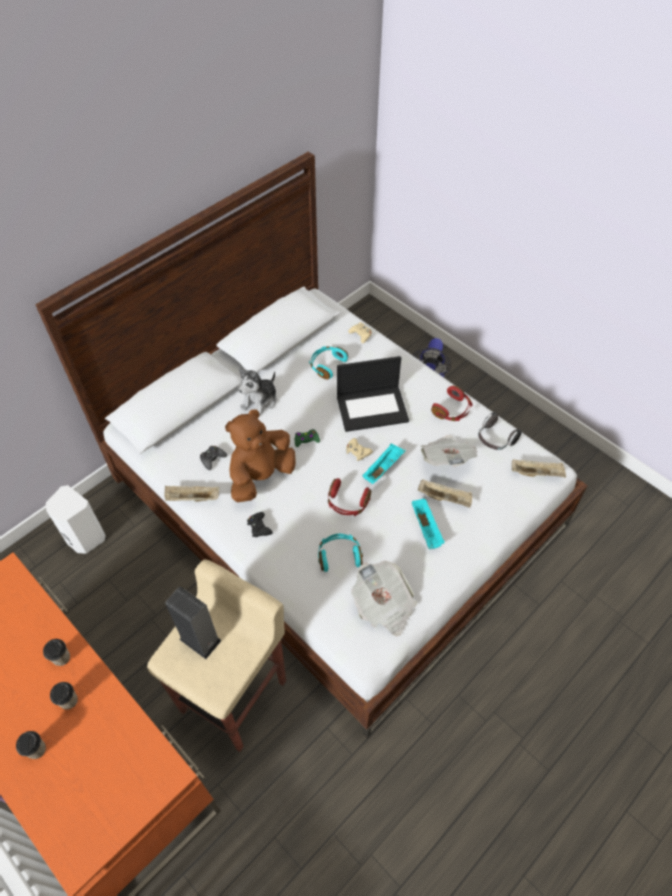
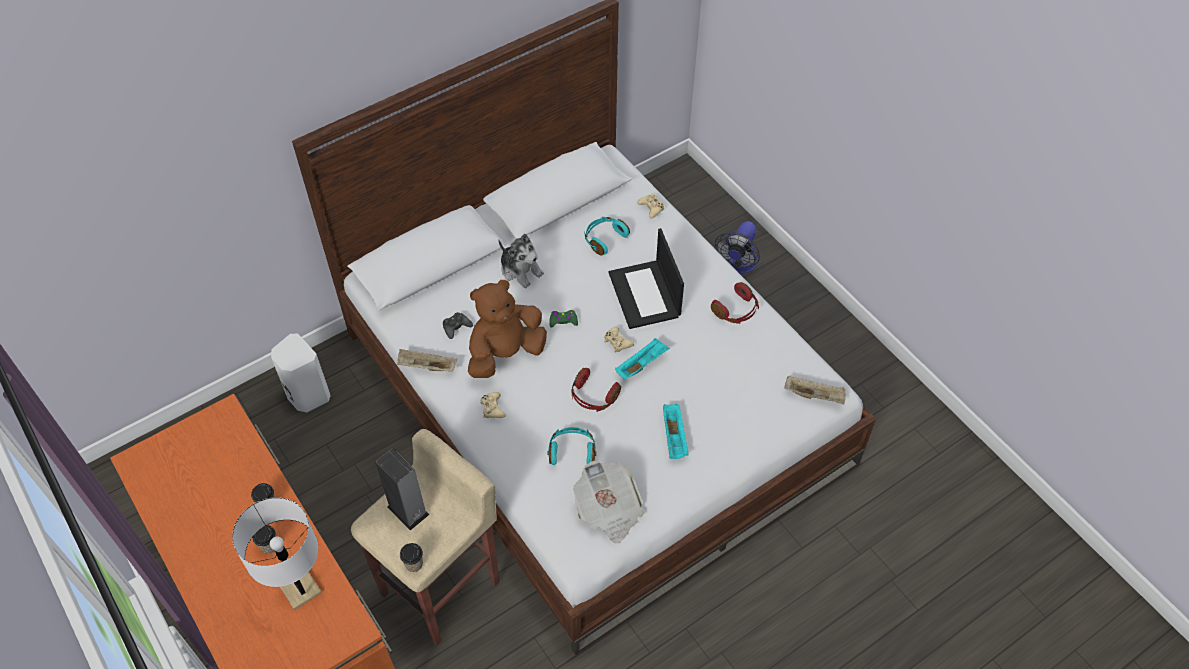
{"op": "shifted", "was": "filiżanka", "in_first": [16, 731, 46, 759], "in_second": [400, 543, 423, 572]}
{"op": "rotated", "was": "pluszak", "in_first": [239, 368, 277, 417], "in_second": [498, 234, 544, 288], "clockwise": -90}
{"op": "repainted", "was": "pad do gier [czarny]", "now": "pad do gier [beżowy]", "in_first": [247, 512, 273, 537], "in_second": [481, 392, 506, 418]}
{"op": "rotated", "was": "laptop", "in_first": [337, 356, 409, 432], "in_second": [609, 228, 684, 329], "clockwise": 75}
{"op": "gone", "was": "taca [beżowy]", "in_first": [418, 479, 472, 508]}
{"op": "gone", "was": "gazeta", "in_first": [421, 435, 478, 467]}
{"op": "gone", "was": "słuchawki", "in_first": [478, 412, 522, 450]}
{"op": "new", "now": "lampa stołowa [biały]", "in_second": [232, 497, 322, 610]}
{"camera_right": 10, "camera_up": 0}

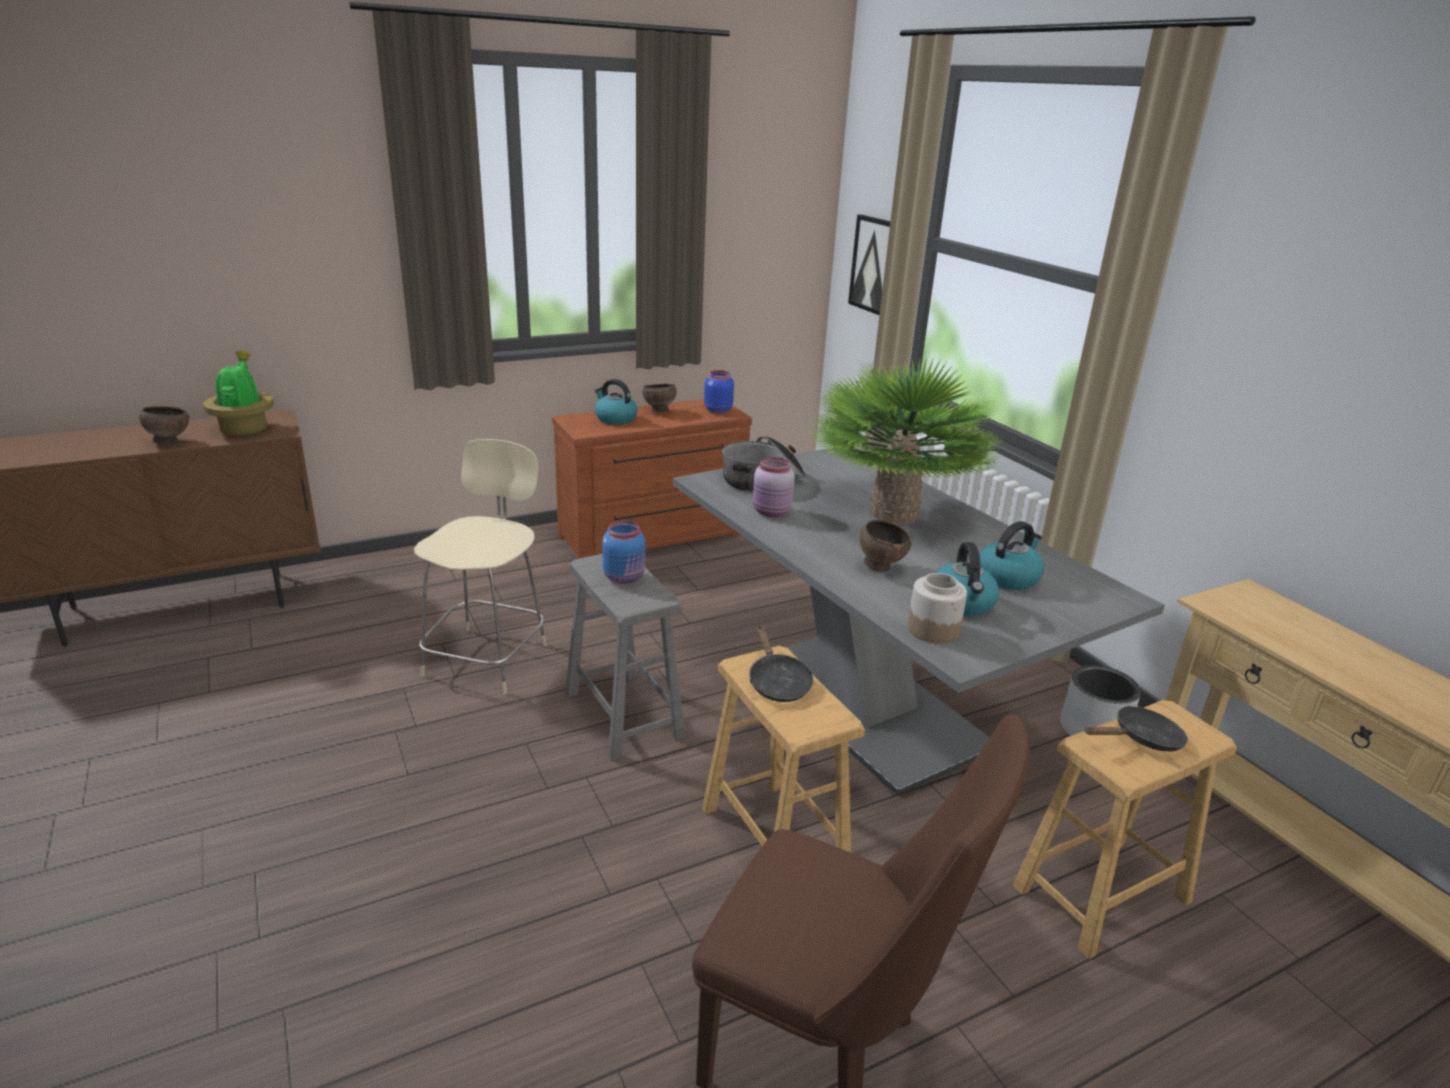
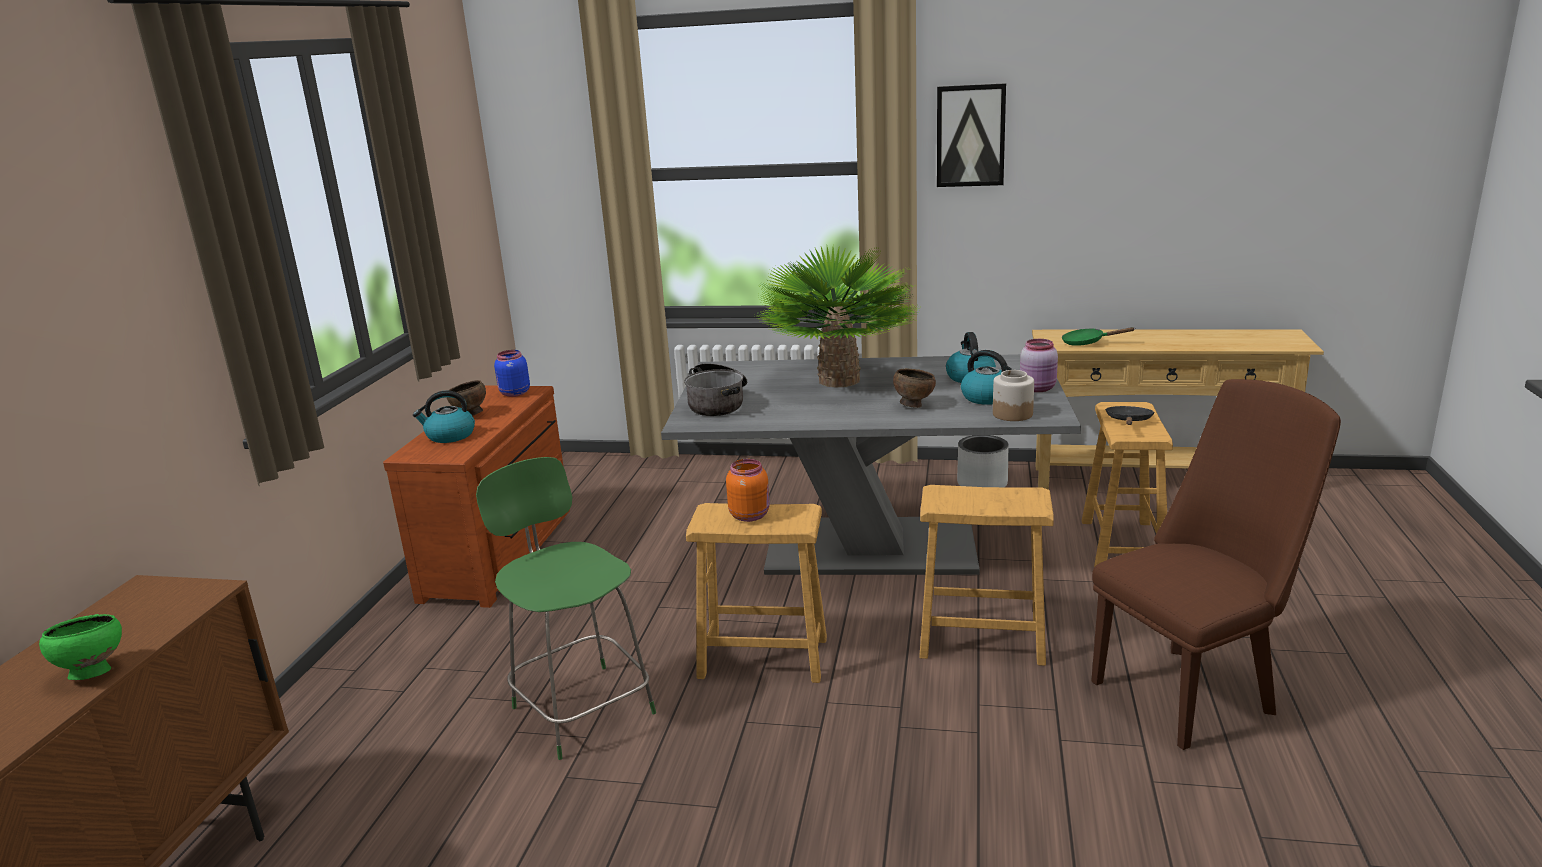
{"op": "repainted", "was": "miska [brązowy]", "now": "miska [zielony]", "in_first": [139, 406, 189, 445], "in_second": [39, 614, 122, 680]}
{"op": "gone", "was": "roślina doniczkowa", "in_first": [203, 351, 274, 436]}
{"op": "repainted", "was": "krzesło [beżowy]", "now": "krzesło [zielony]", "in_first": [414, 439, 547, 694], "in_second": [476, 457, 656, 760]}
{"op": "repainted", "was": "stołek [szary]", "now": "stołek [brązowy]", "in_first": [565, 554, 686, 761], "in_second": [686, 503, 827, 683]}
{"op": "repainted", "was": "słoik [niebieski]", "now": "słoik [pomarańczowy]", "in_first": [602, 521, 645, 584], "in_second": [726, 459, 770, 522]}
{"op": "gone", "was": "patelnia [czarny]", "in_first": [749, 624, 813, 702]}
{"op": "shifted", "was": "słoik [różowy]", "in_first": [753, 457, 795, 517], "in_second": [1020, 339, 1058, 392]}
{"op": "shifted", "was": "obraz", "in_first": [848, 214, 890, 315], "in_second": [937, 83, 1006, 187]}
{"op": "new", "now": "patelnia [zielony]", "in_second": [1062, 327, 1134, 346]}
{"camera_right": -50, "camera_up": -5}

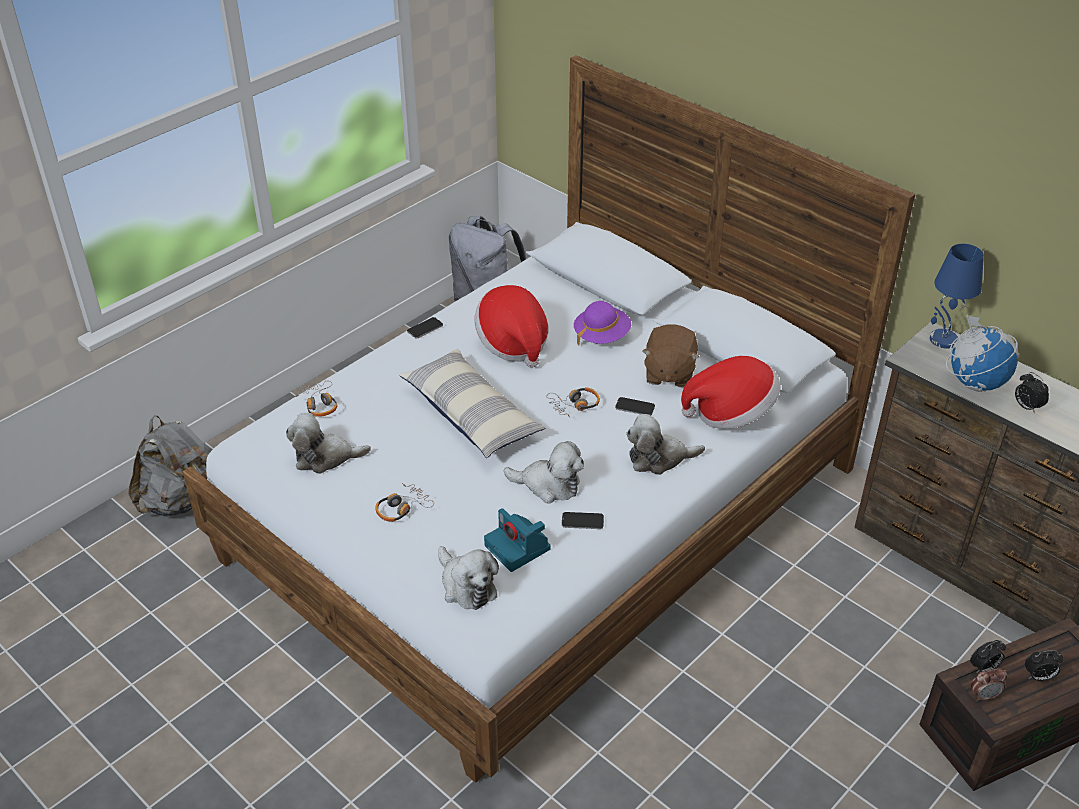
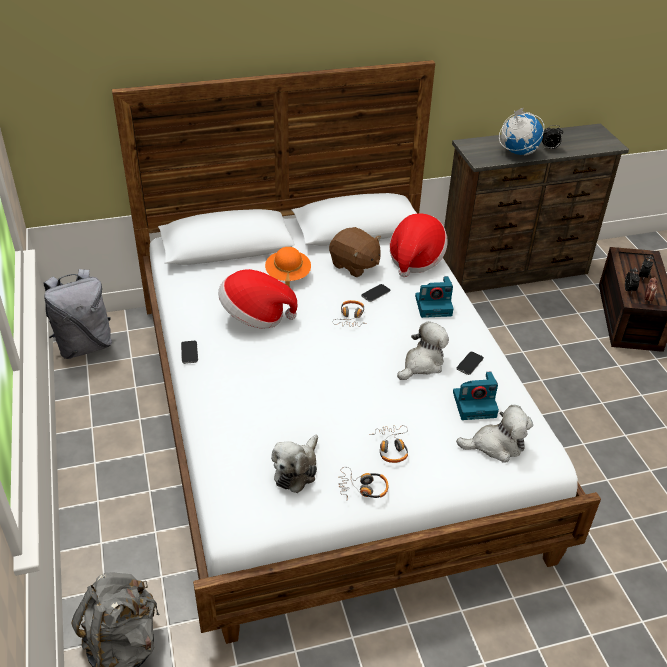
{"op": "shifted", "was": "słuchawki", "in_first": [294, 381, 337, 417], "in_second": [339, 467, 388, 499]}
{"op": "gone", "was": "poduszka", "in_first": [399, 349, 545, 458]}
{"op": "repainted", "was": "kapelusz [fioletowy]", "now": "kapelusz [pomarańczowy]", "in_first": [574, 301, 631, 346], "in_second": [265, 247, 311, 287]}
{"op": "swapped", "was": "pluszak", "now": "aparat fotograficzny", "in_first": [626, 414, 705, 475], "in_second": [415, 276, 454, 318]}
{"op": "gone", "was": "lampa stołowa [niebieski]", "in_first": [930, 244, 984, 348]}
{"camera_right": -60, "camera_up": 0}

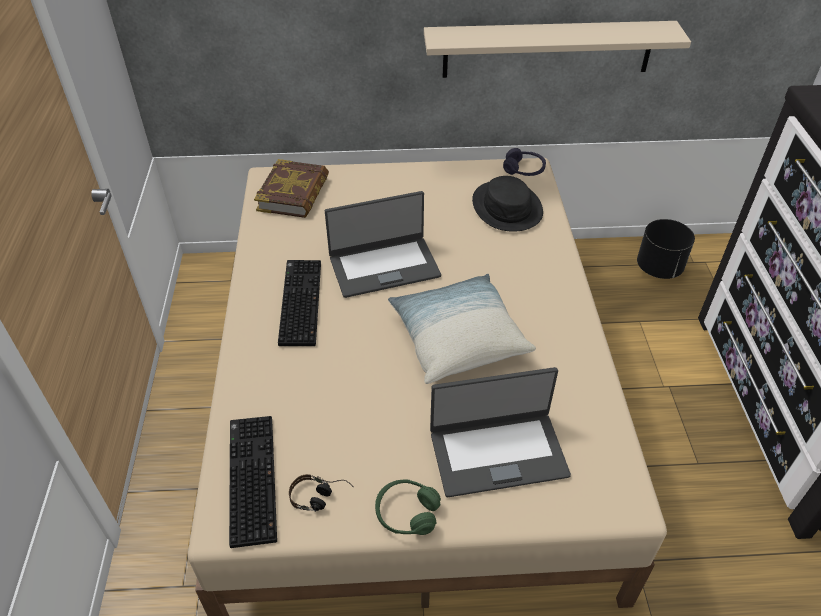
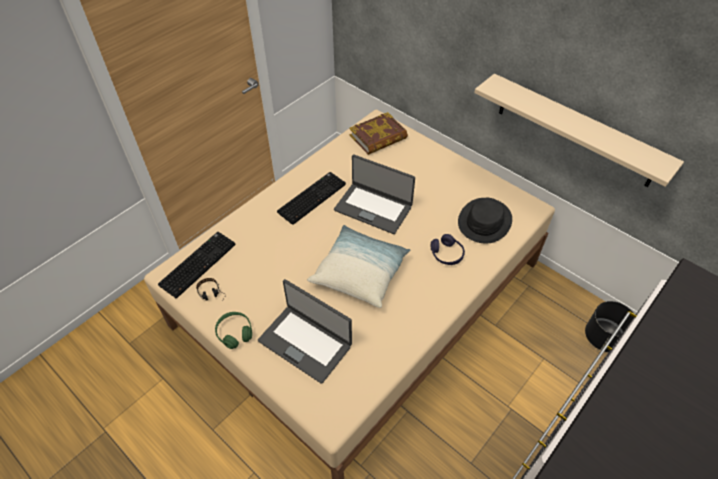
{"op": "shifted", "was": "słuchawki [fioletowy]", "in_first": [503, 148, 546, 176], "in_second": [431, 234, 465, 265]}
{"camera_right": 45, "camera_up": 5}

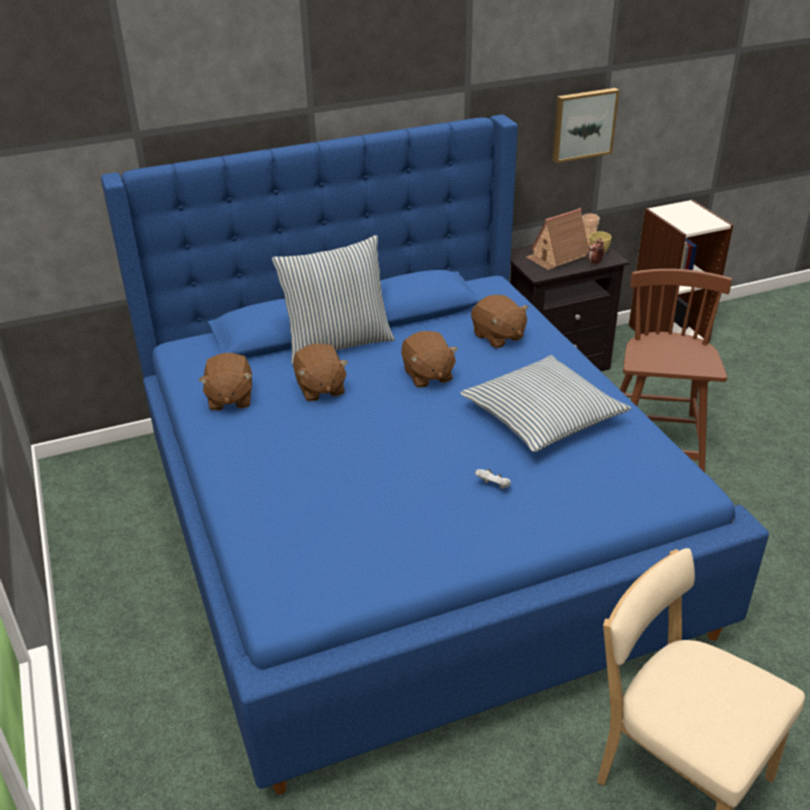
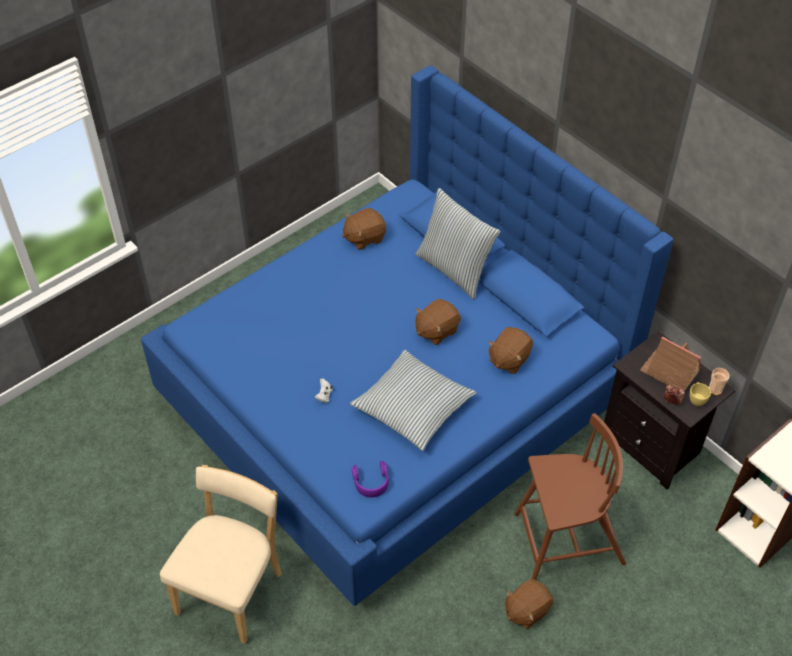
{"op": "shifted", "was": "pluszak [brązowy]", "in_first": [293, 343, 348, 402], "in_second": [505, 579, 553, 629]}
{"op": "gone", "was": "obraz", "in_first": [552, 88, 619, 163]}
{"op": "new", "now": "słuchawki [fioletowy]", "in_second": [352, 461, 389, 497]}
{"camera_right": 70, "camera_up": 15}

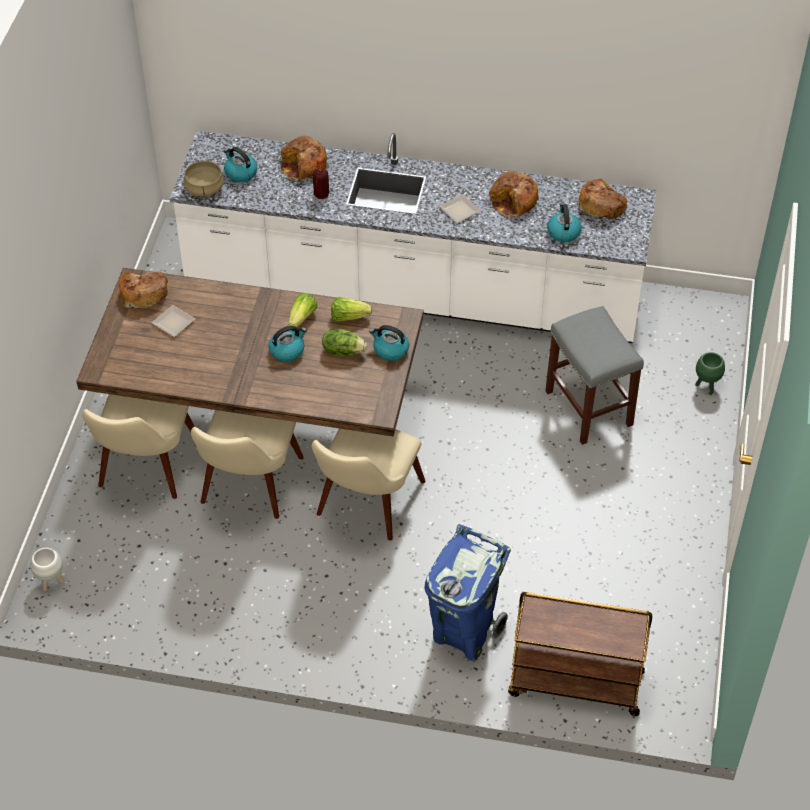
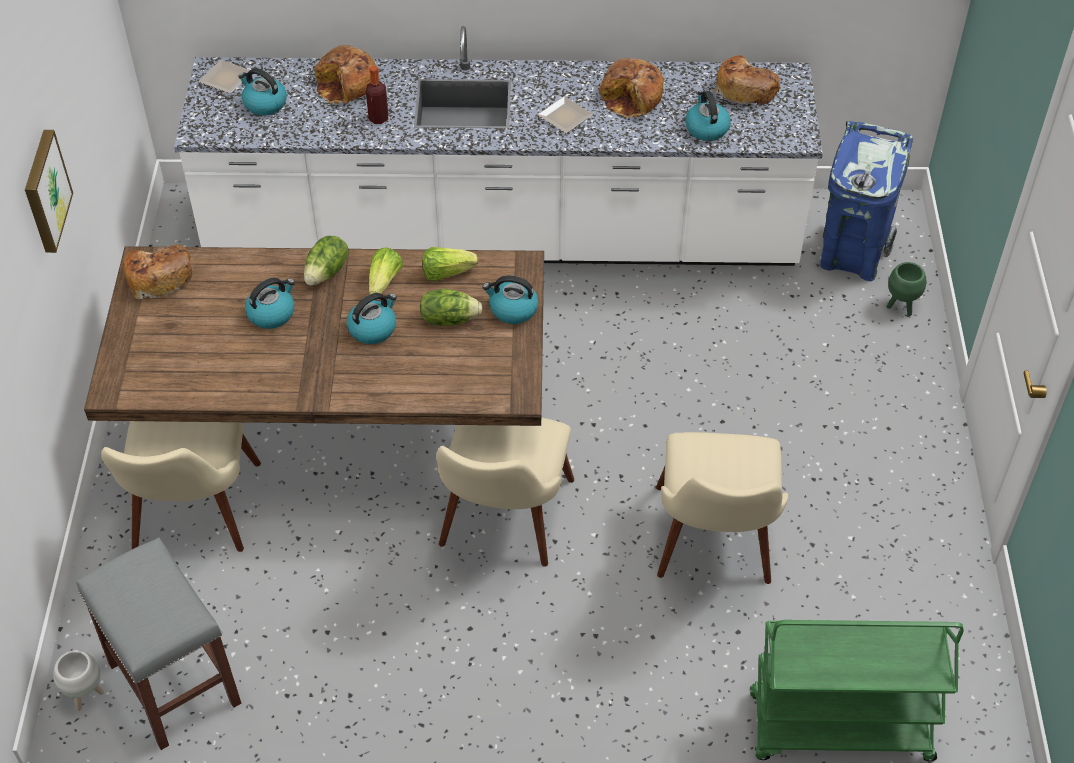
{"op": "shifted", "was": "talerz", "in_first": [152, 305, 195, 337], "in_second": [198, 60, 250, 94]}
{"op": "gone", "was": "garnek [beżowy]", "in_first": [183, 160, 224, 197]}
{"op": "shifted", "was": "krzesło [beżowy]", "in_first": [191, 410, 304, 519], "in_second": [656, 432, 788, 584]}
{"op": "shifted", "was": "kosz na śmieci [niebieski]", "in_first": [424, 524, 511, 661], "in_second": [820, 121, 913, 281]}
{"op": "repainted", "was": "wózek [brązowy]", "now": "wózek [zielony]", "in_first": [508, 592, 652, 716], "in_second": [750, 620, 964, 761]}
{"op": "shifted", "was": "stołek [szary]", "in_first": [545, 306, 644, 445], "in_second": [76, 537, 241, 750]}
{"op": "new", "now": "obraz", "in_second": [25, 130, 73, 253]}
{"op": "new", "now": "czajnik", "in_second": [245, 278, 295, 329]}
{"op": "new", "now": "sałata", "in_second": [304, 236, 349, 285]}
{"camera_right": -10, "camera_up": 0}

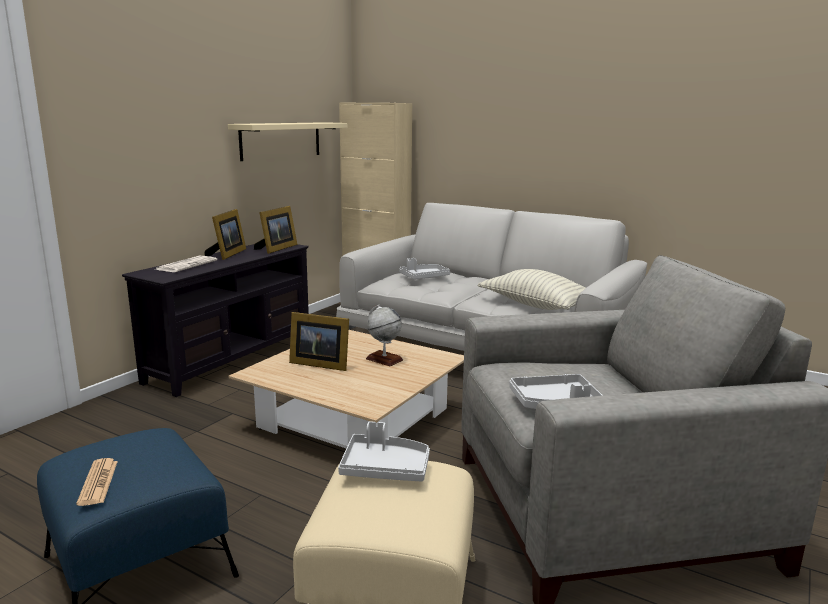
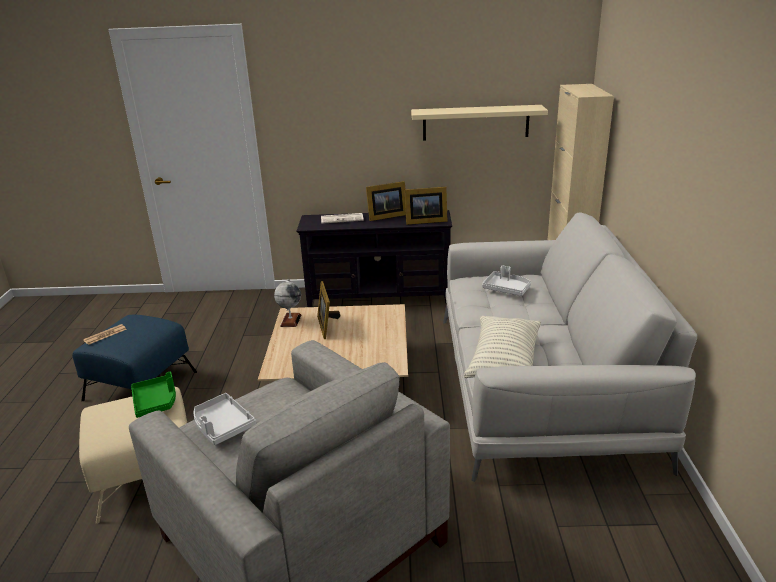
{"op": "repainted", "was": "taca [szary]", "now": "taca [zielony]", "in_first": [338, 421, 430, 482], "in_second": [131, 372, 176, 418]}
{"op": "shifted", "was": "globus", "in_first": [366, 305, 403, 366], "in_second": [274, 279, 301, 327]}
{"camera_right": 60, "camera_up": 10}

